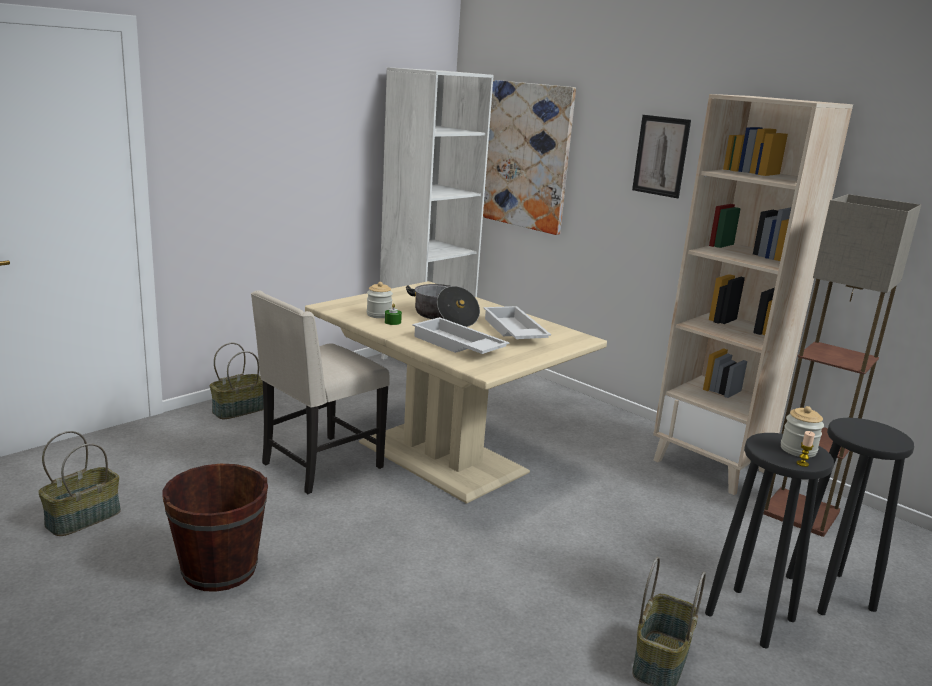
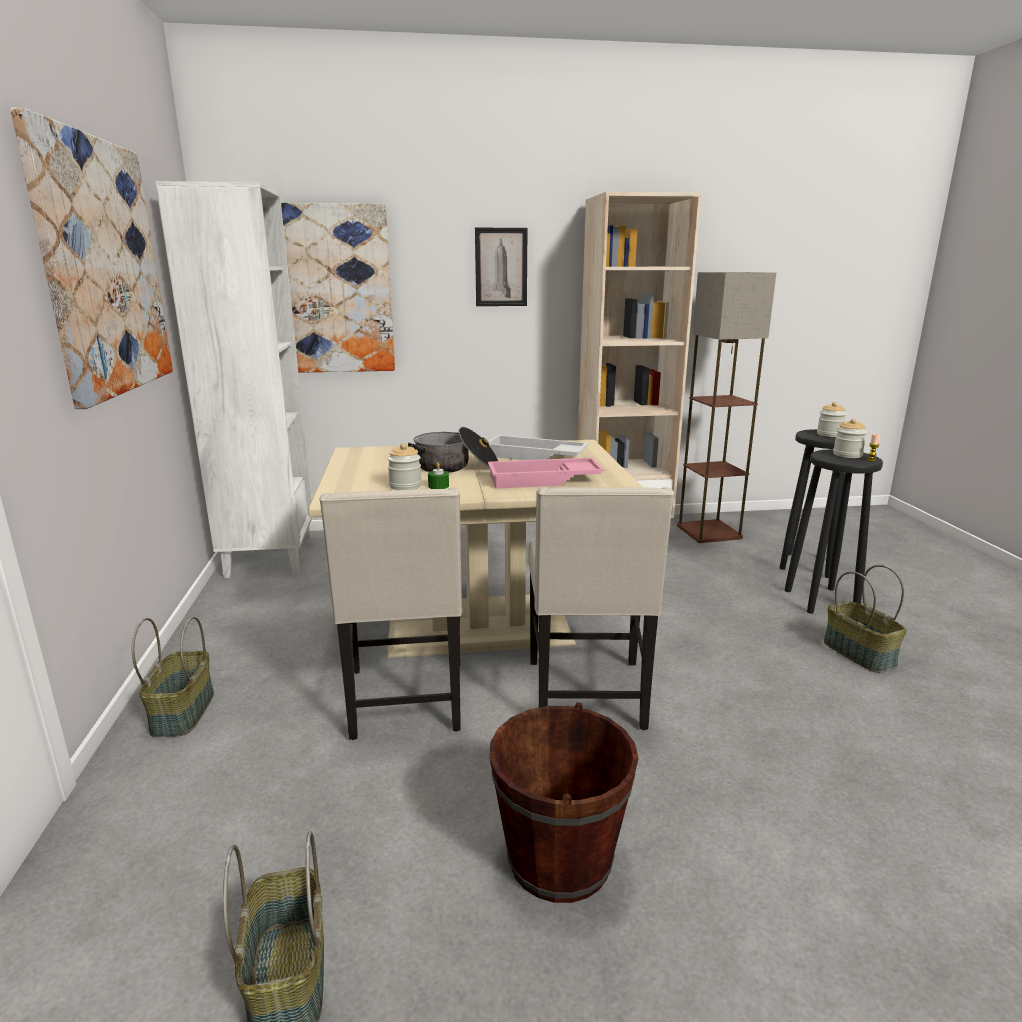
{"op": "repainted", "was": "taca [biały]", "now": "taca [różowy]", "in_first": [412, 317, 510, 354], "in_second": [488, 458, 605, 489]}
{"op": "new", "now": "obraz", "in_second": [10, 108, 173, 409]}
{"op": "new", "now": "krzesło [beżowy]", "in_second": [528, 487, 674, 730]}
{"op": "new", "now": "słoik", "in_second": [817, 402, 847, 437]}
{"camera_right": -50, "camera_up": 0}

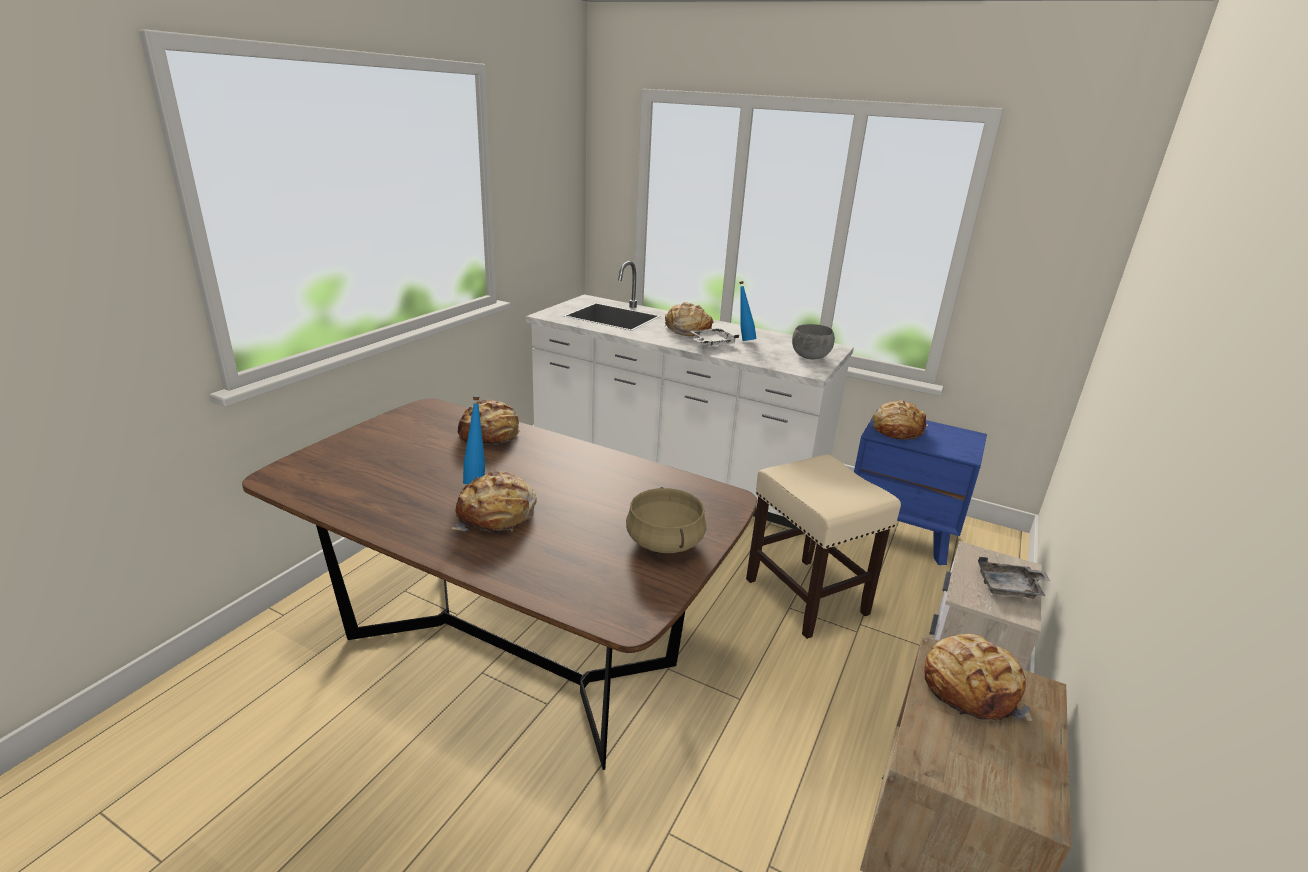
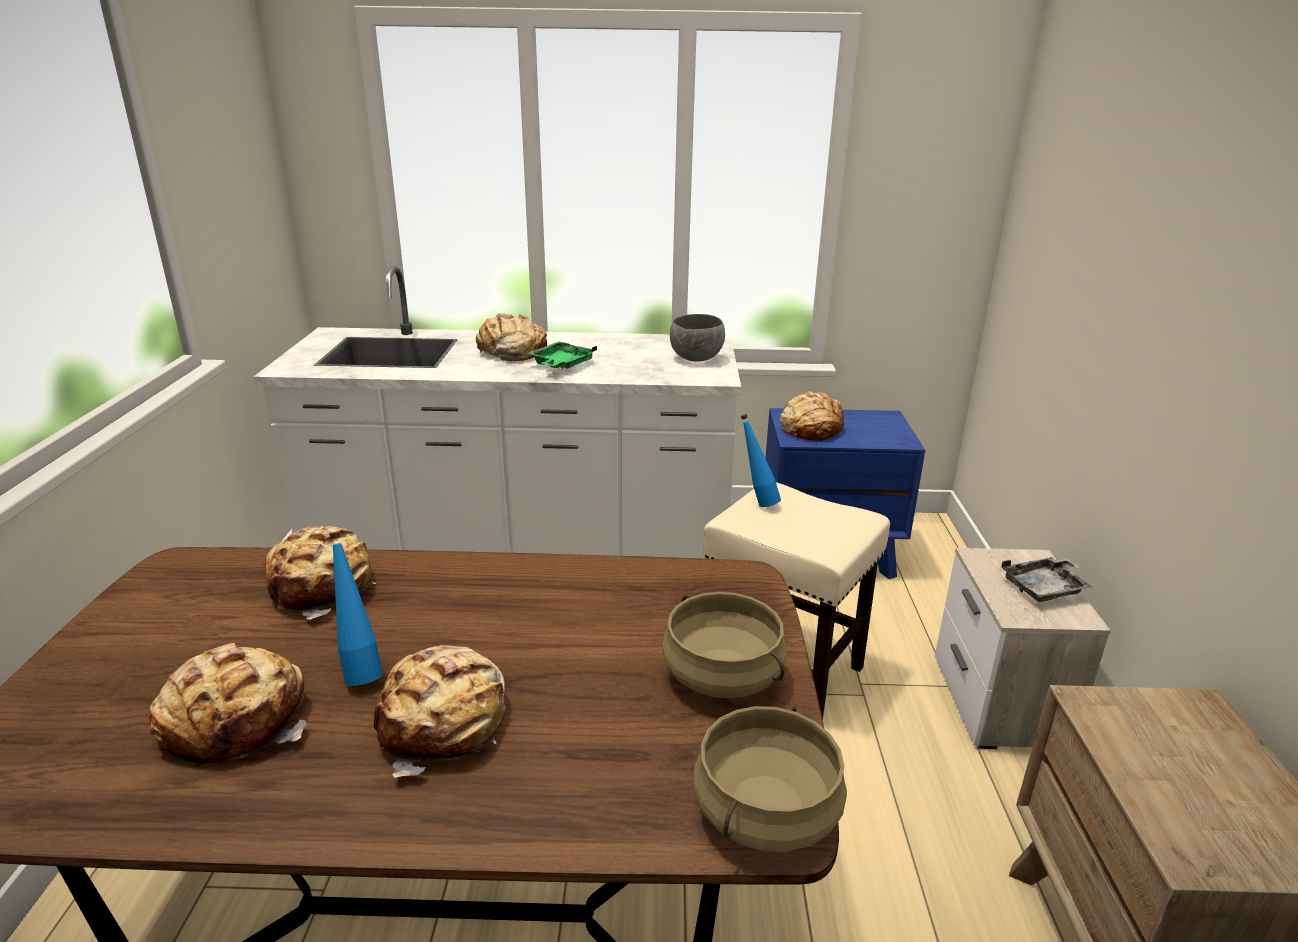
{"op": "repainted", "was": "taca [biały]", "now": "taca [zielony]", "in_first": [690, 328, 739, 346], "in_second": [528, 342, 597, 369]}
{"op": "shifted", "was": "butelka [niebieski]", "in_first": [739, 281, 756, 341], "in_second": [740, 414, 781, 507]}
{"op": "shifted", "was": "chleb", "in_first": [924, 634, 1032, 721], "in_second": [149, 643, 307, 767]}
{"op": "new", "now": "garnek [beżowy]", "in_second": [693, 706, 847, 852]}
{"camera_right": -25, "camera_up": 0}

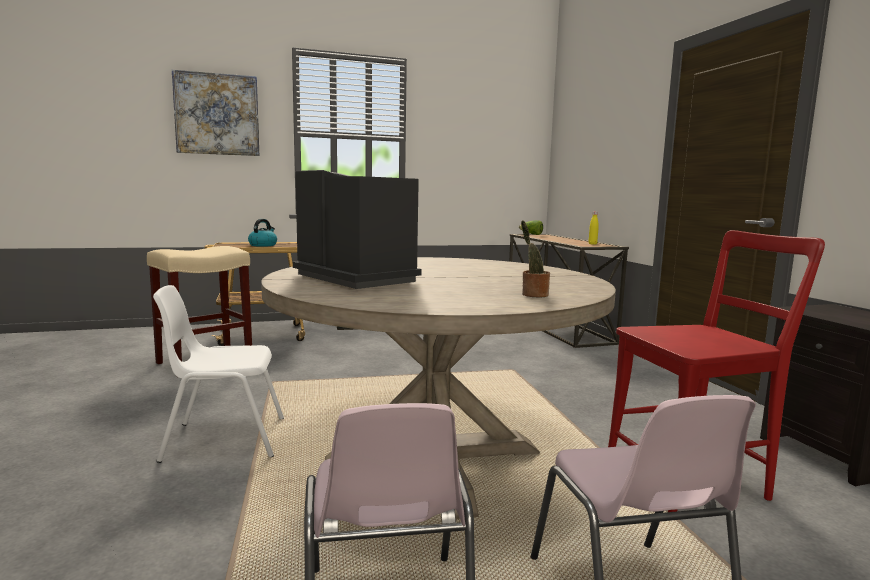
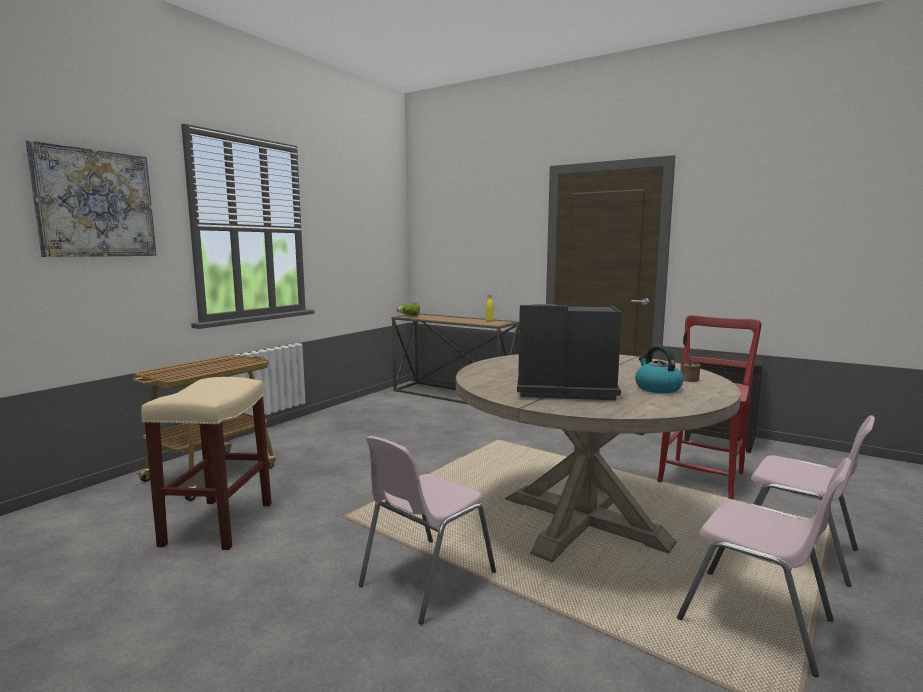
{"op": "repainted", "was": "krzesło [biały]", "now": "krzesło [różowy]", "in_first": [153, 285, 284, 463], "in_second": [359, 436, 496, 624]}
{"op": "shifted", "was": "czajnik", "in_first": [248, 219, 277, 247], "in_second": [635, 346, 684, 393]}
{"camera_right": -40, "camera_up": 0}

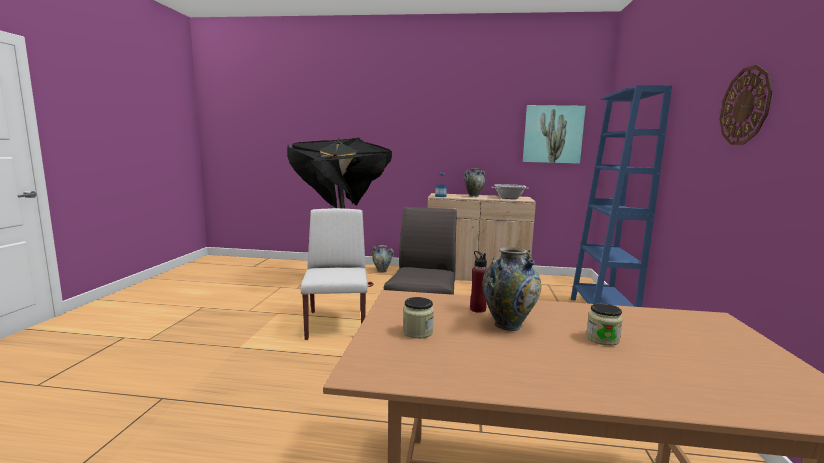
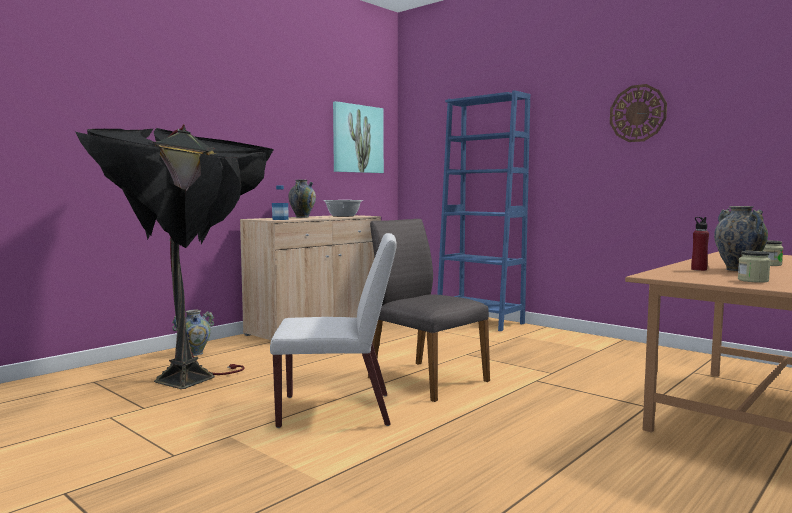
{"op": "rotated", "was": "krzesło [biały]", "in_first": [301, 208, 368, 340], "in_second": [270, 233, 397, 428], "clockwise": 150}
{"camera_right": -55, "camera_up": -5}

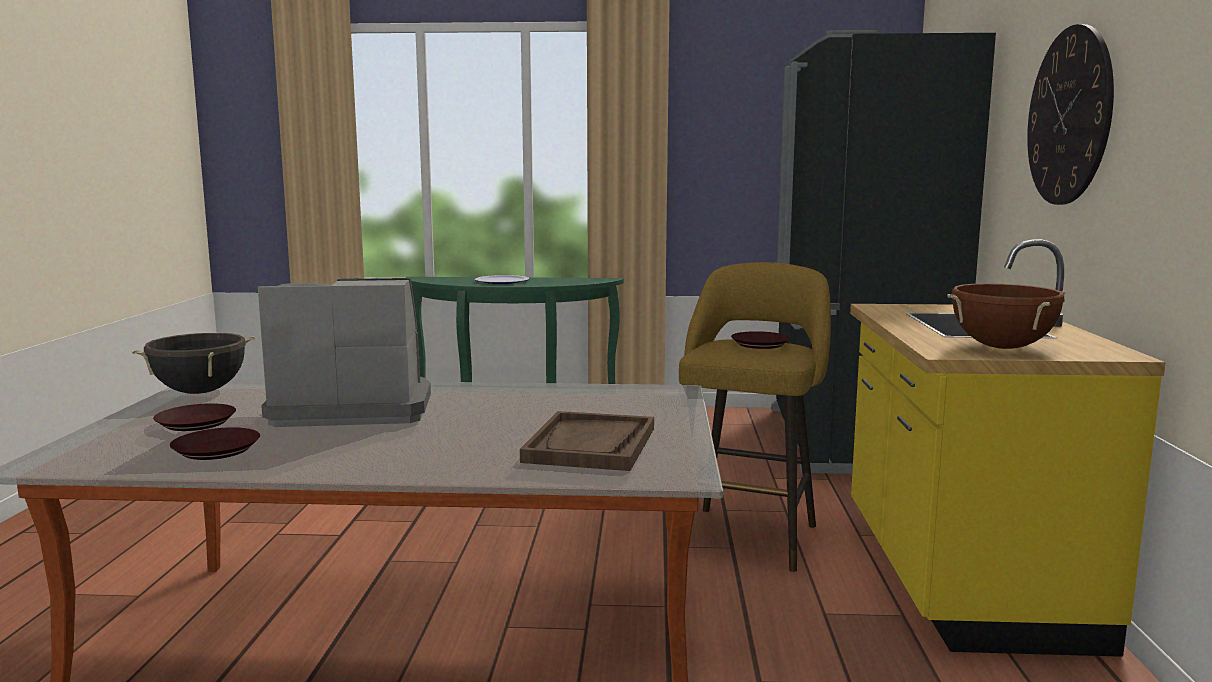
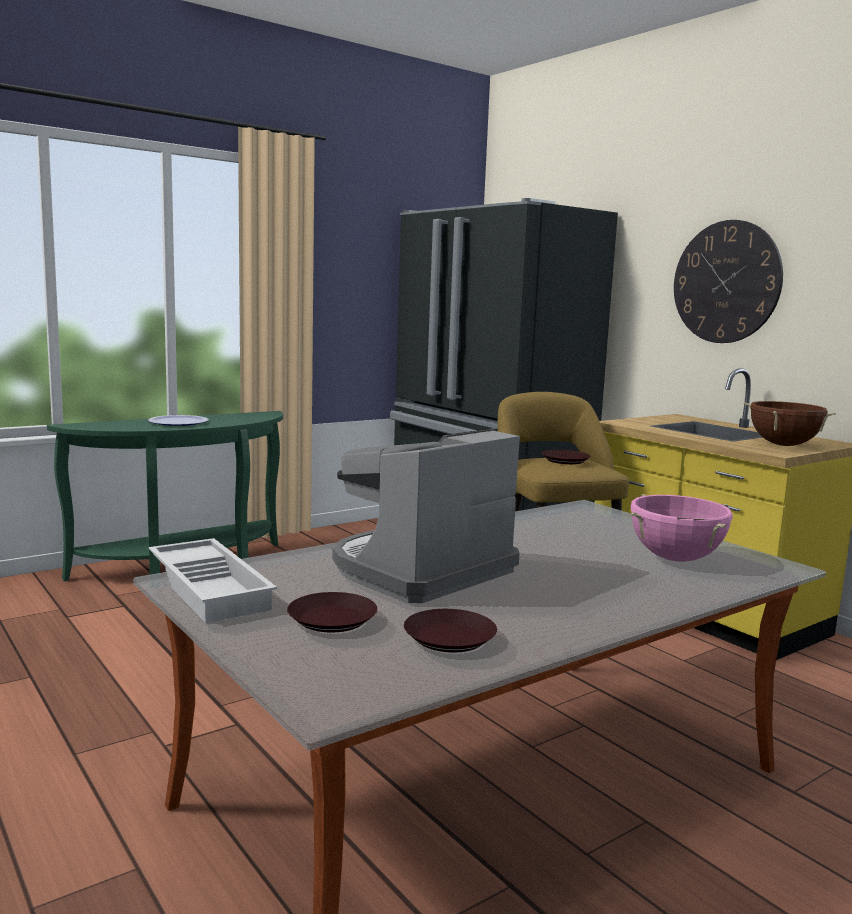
{"op": "swapped", "was": "garnek [czarny]", "now": "taca [biały]", "in_first": [132, 333, 255, 394], "in_second": [149, 538, 277, 623]}
{"op": "swapped", "was": "taca [brązowy]", "now": "garnek [różowy]", "in_first": [520, 411, 654, 471], "in_second": [630, 494, 732, 562]}
{"camera_right": -40, "camera_up": 0}

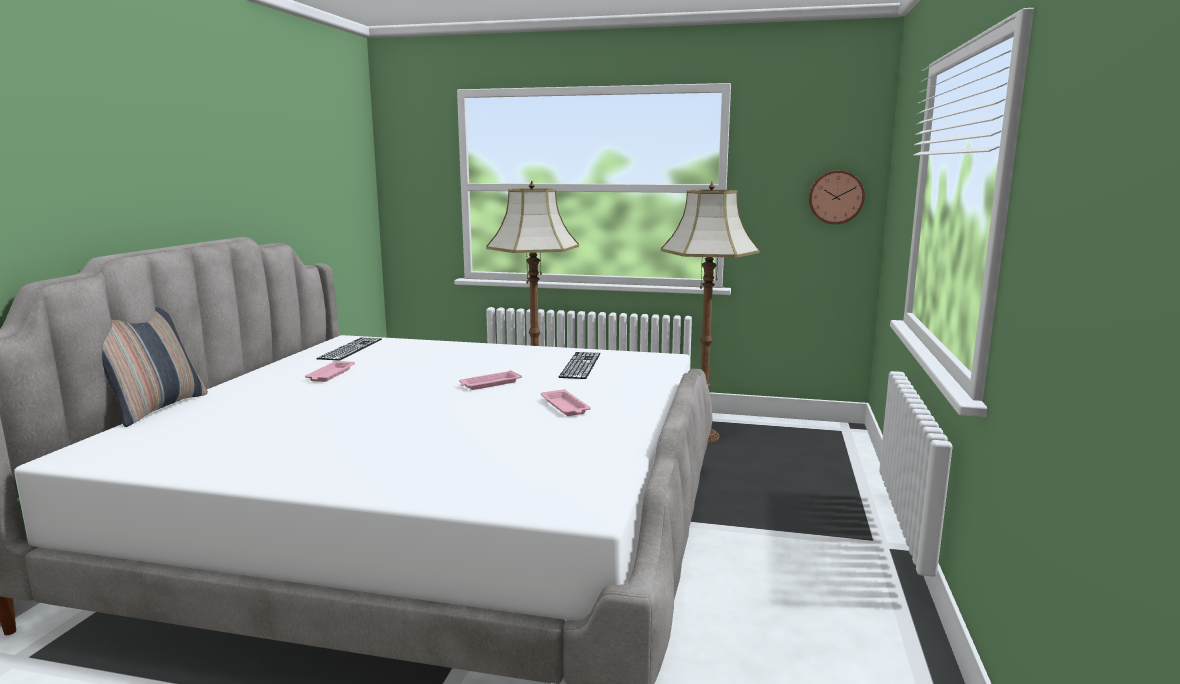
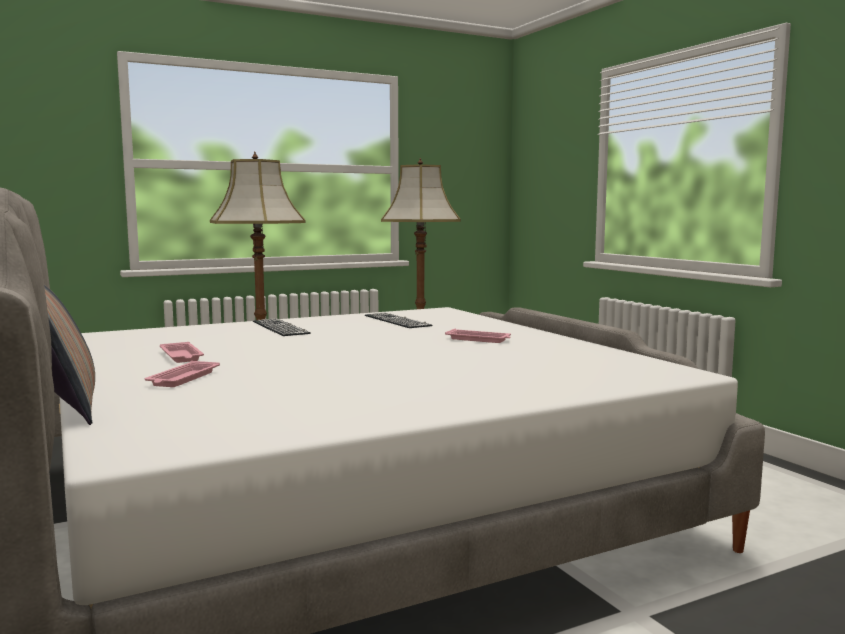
{"op": "shifted", "was": "klawiatura", "in_first": [316, 337, 382, 361], "in_second": [253, 318, 311, 336]}
{"op": "shifted", "was": "taca [różowy]", "in_first": [459, 370, 522, 390], "in_second": [145, 361, 220, 387]}
{"op": "gone", "was": "zegar ścienny", "in_first": [809, 170, 865, 224]}
{"camera_right": -40, "camera_up": -5}

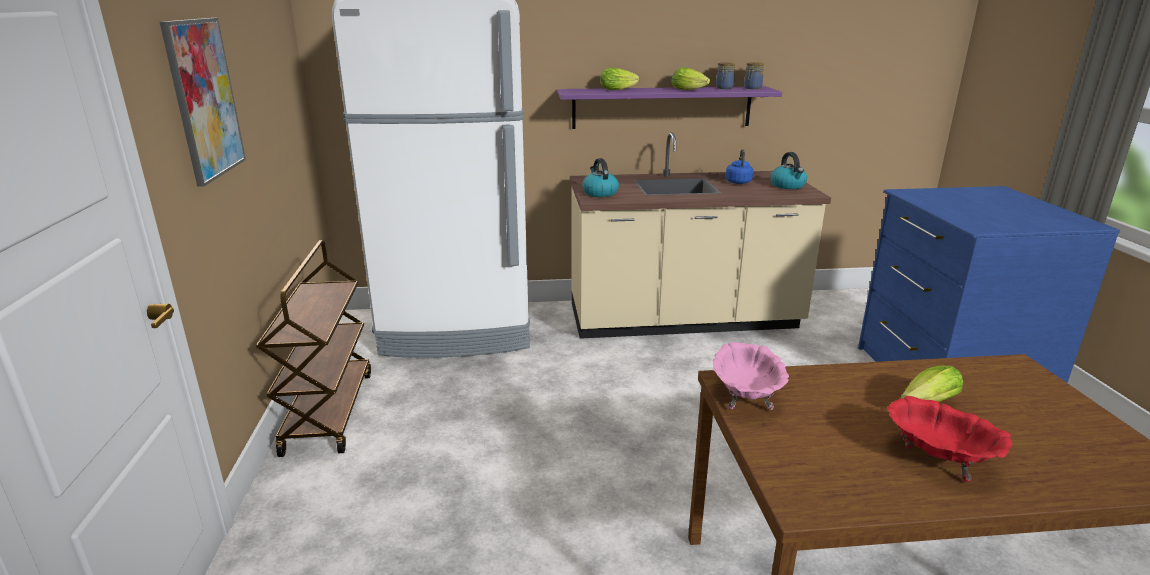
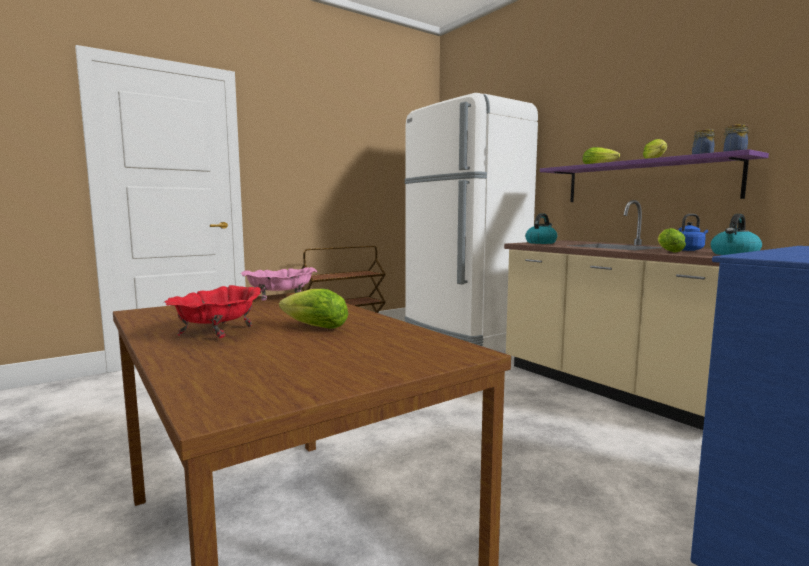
{"op": "gone", "was": "obraz", "in_first": [160, 18, 246, 187]}
{"op": "new", "now": "sałata", "in_second": [658, 228, 686, 253]}
{"camera_right": 60, "camera_up": -15}

